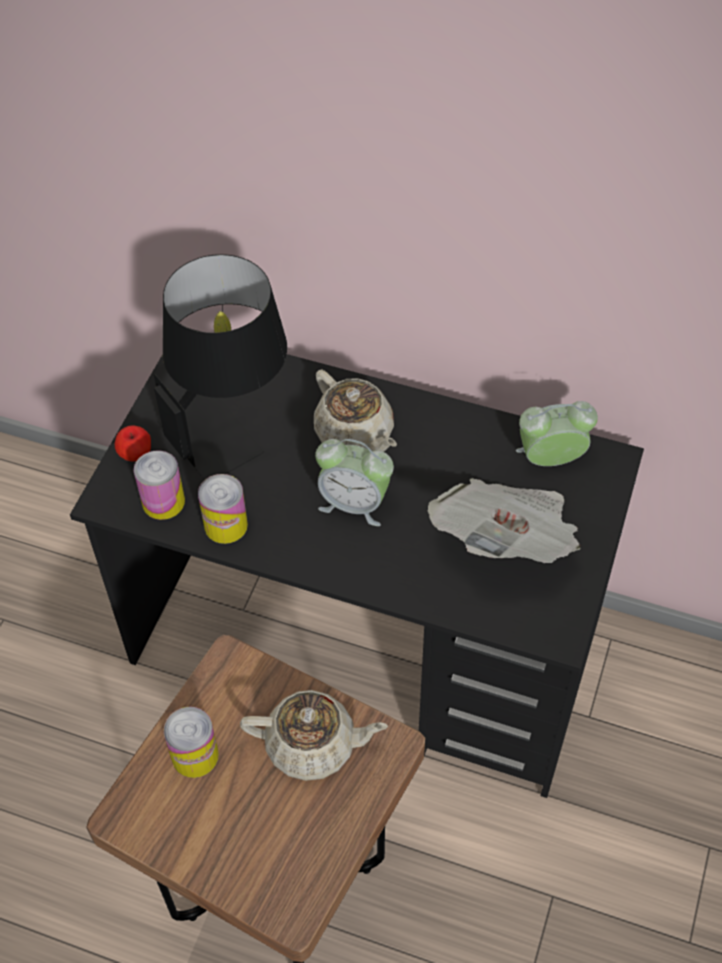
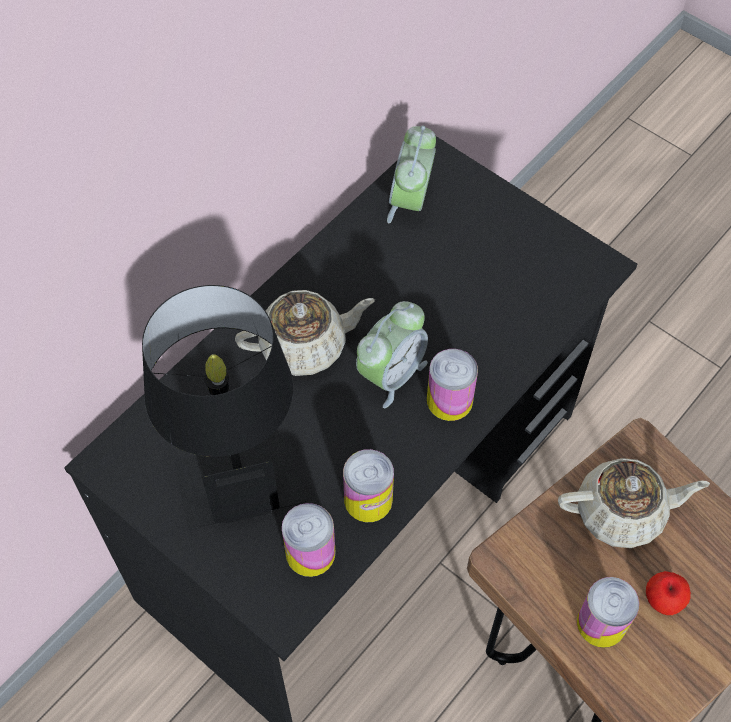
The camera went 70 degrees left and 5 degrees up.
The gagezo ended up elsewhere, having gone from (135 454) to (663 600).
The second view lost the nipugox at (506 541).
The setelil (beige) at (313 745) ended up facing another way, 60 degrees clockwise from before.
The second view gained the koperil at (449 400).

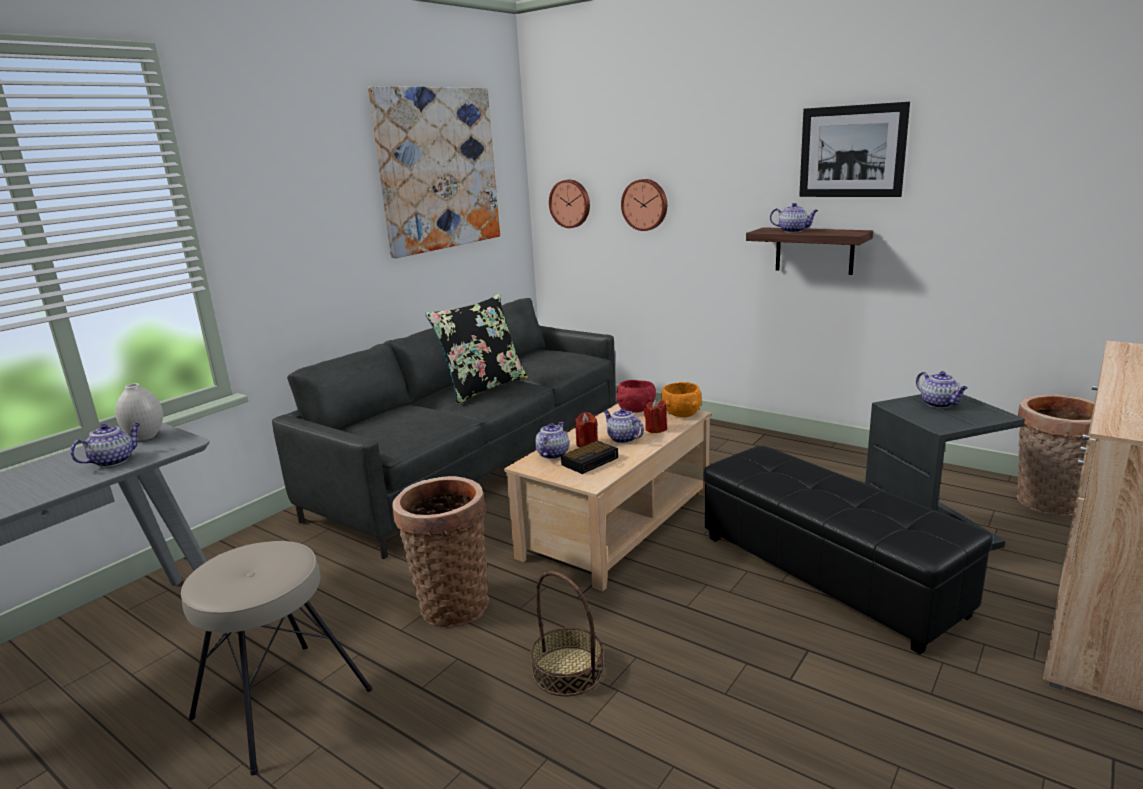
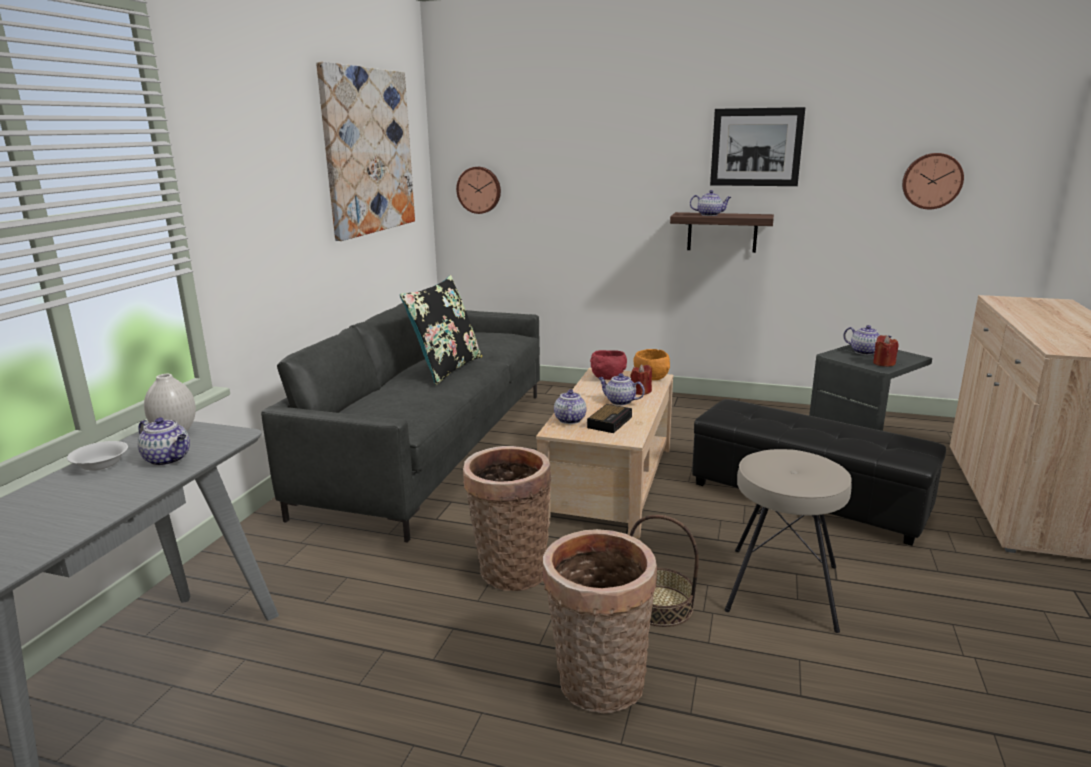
The camera went 20 degrees left and 0 degrees up.
The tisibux ended up elsewhere, having gone from (645 204) to (931 181).
The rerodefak ended up elsewhere, having gone from (1047 504) to (597 687).
The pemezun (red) ended up elsewhere, having gone from (587 444) to (883 363).
The setelil at (114 461) ended up facing another way, 105 degrees clockwise from before.
The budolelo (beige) ended up elsewhere, having gone from (280 703) to (781 587).
The second view gained the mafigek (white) at (101 465).

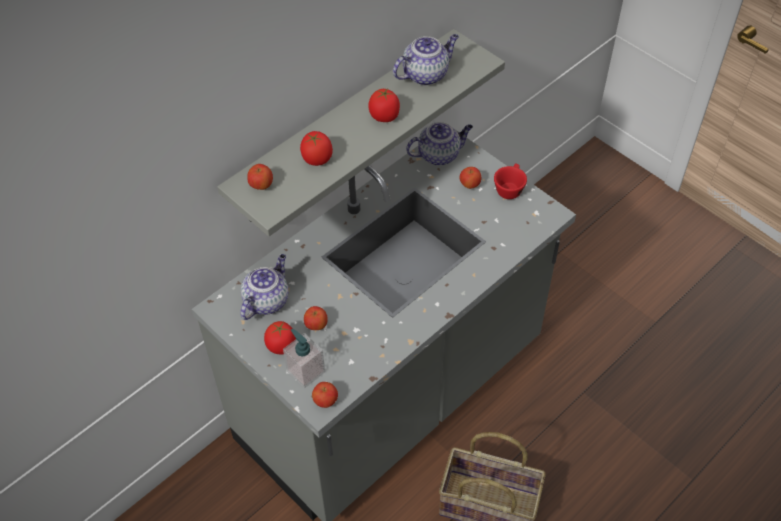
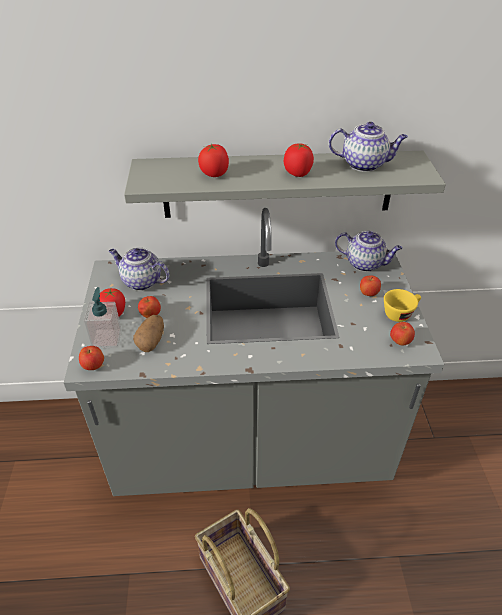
The camera went 40 degrees right and 10 degrees down.
What was the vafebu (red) at (509 188) turned into the vafebu (yellow) at (400 313).
The gagezo ended up elsewhere, having gone from (261 186) to (400 342).
The setelil at (266 300) ended up facing another way, 135 degrees counterclockwise from before.
The second view gained the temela at (151 341).

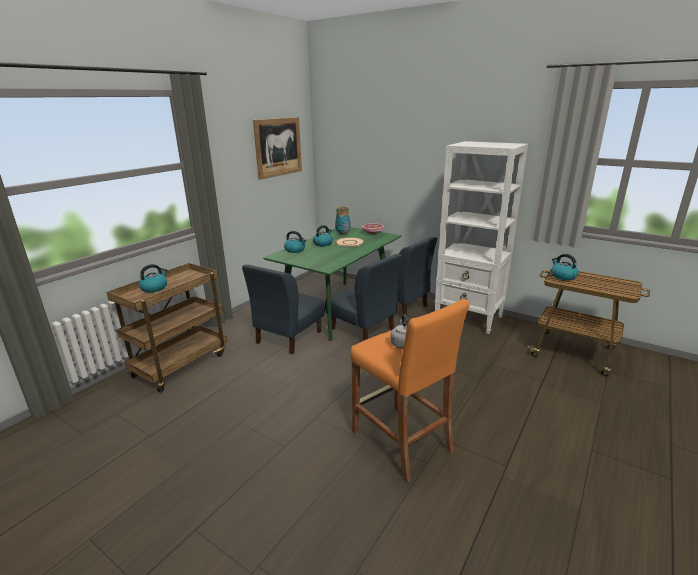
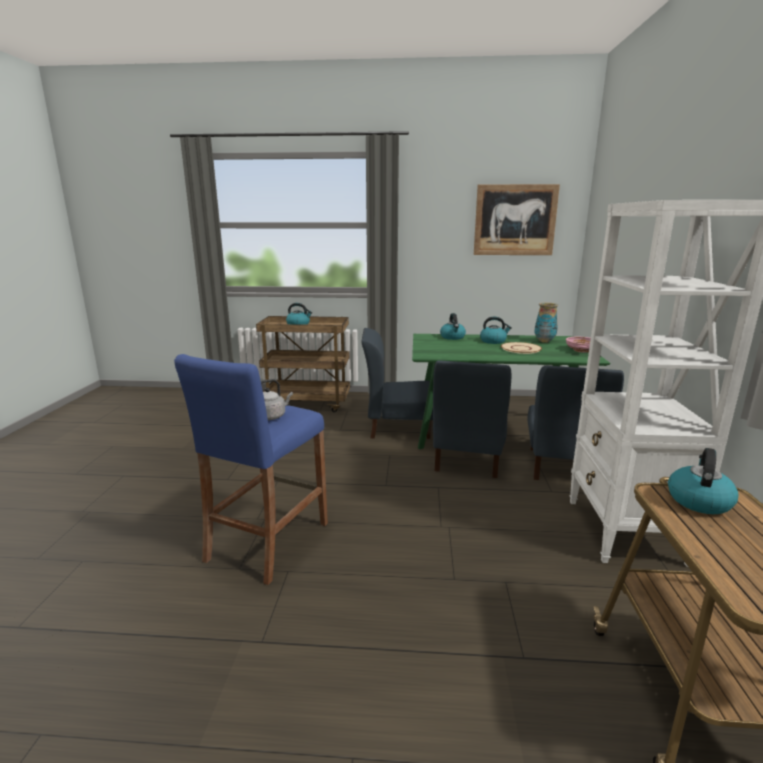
The camera went 60 degrees right and 5 degrees down.
What was the budolelo (orange) at (401 441) turned into the budolelo (blue) at (268 541).

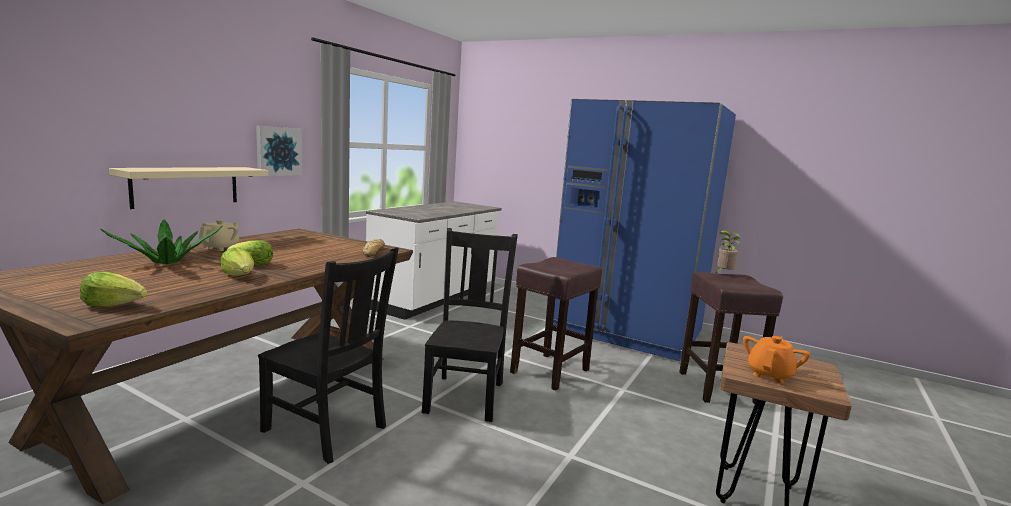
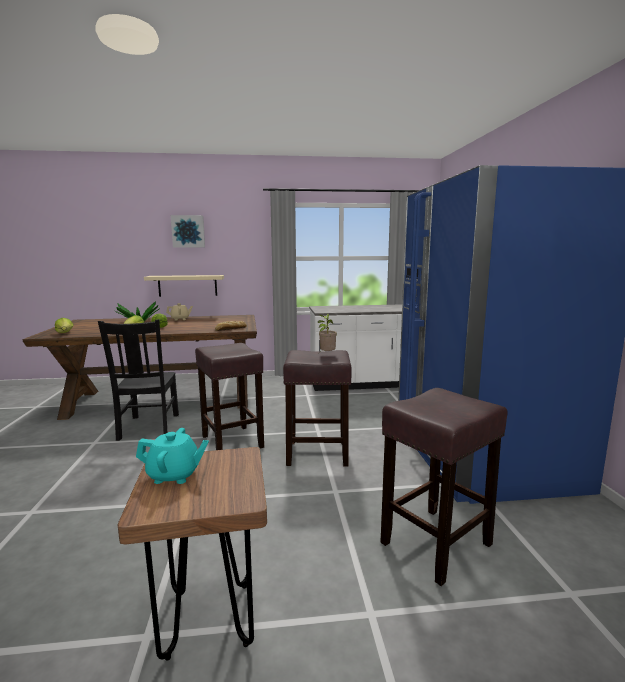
The camera went 55 degrees right and 0 degrees up.
The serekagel ended up elsewhere, having gone from (278 151) to (188 231).
Where the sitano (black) stood at (466 395), the budolelo (brown) came to stand at (233 442).
The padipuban ended up elsewhere, having gone from (723 274) to (326 355).
What was the setelil (orange) at (770 375) turned into the setelil (turquoise) at (174 475).

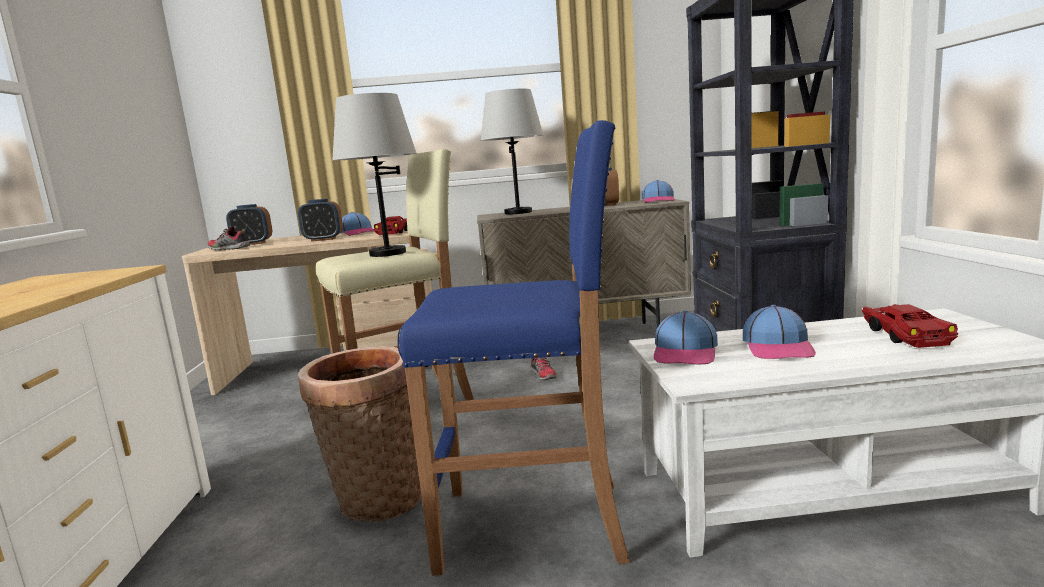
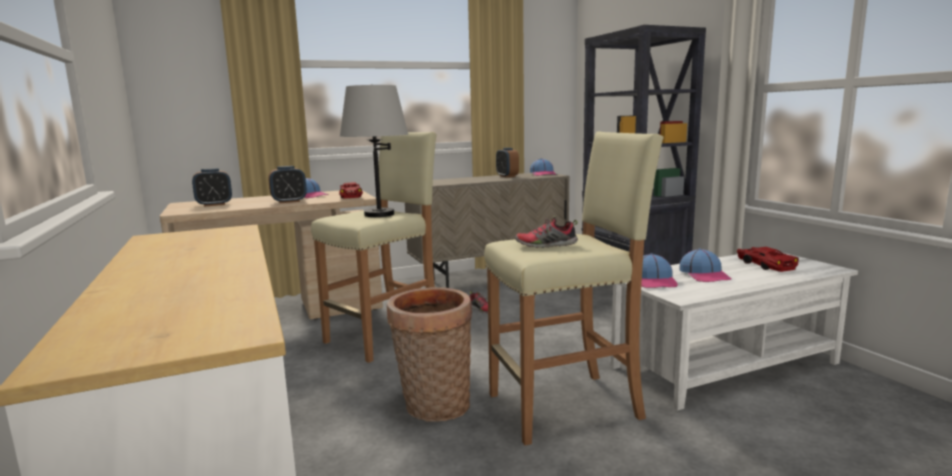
The camera went 20 degrees left and 0 degrees up.
The second view lost the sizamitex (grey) at (518 212).
What was the budolelo (blue) at (534 525) turned into the budolelo (beige) at (566 406).
The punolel ended up elsewhere, having gone from (228 249) to (546 245).

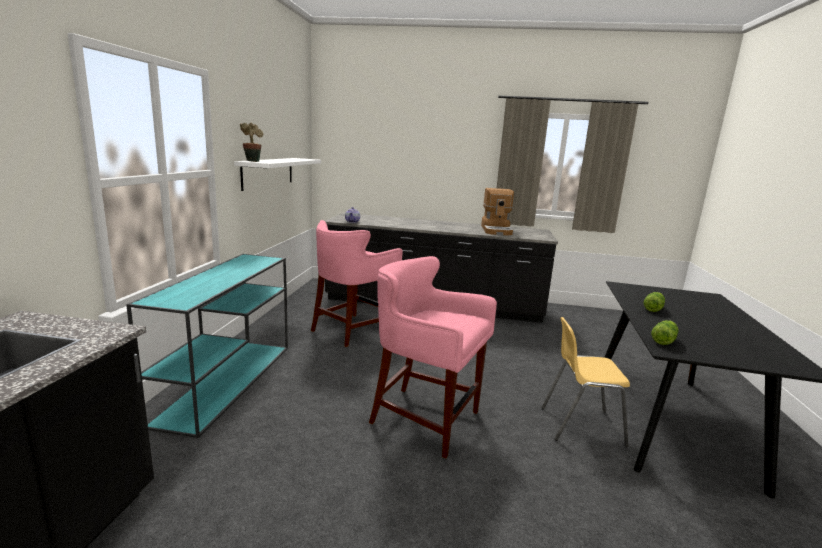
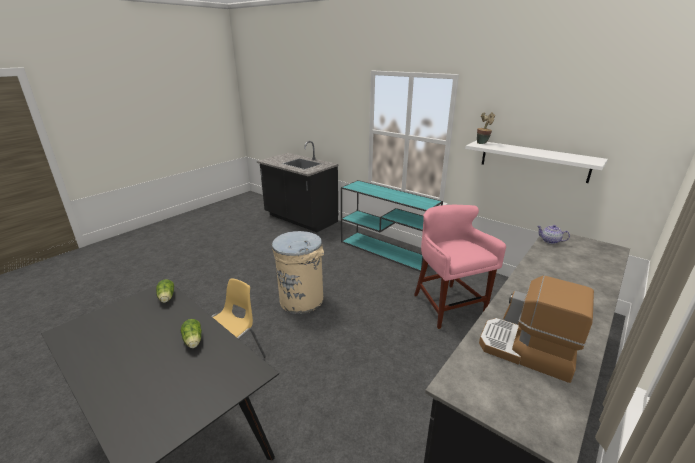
The camera went 120 degrees right and 10 degrees up.
Where the budolelo (pink) stood at (425 419), the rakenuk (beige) came to stand at (301 300).

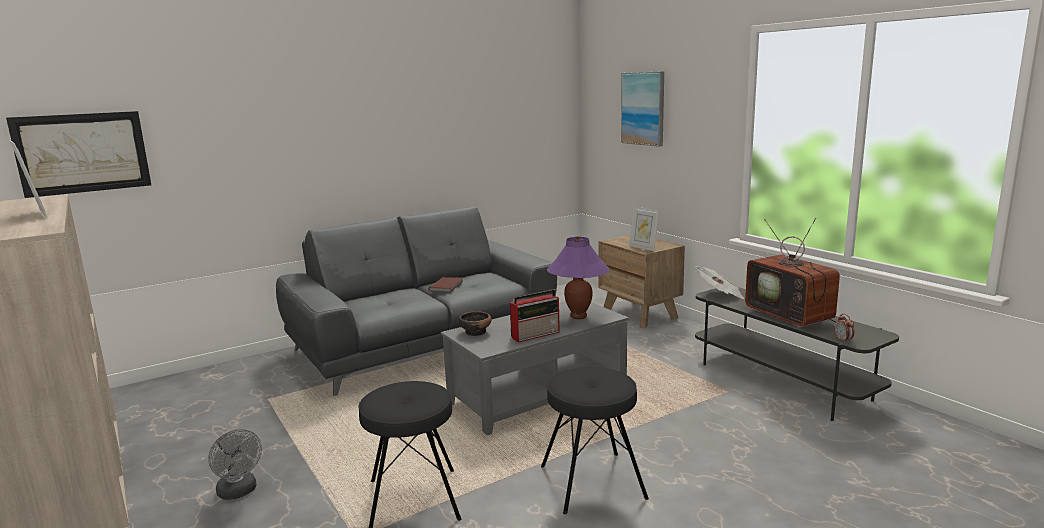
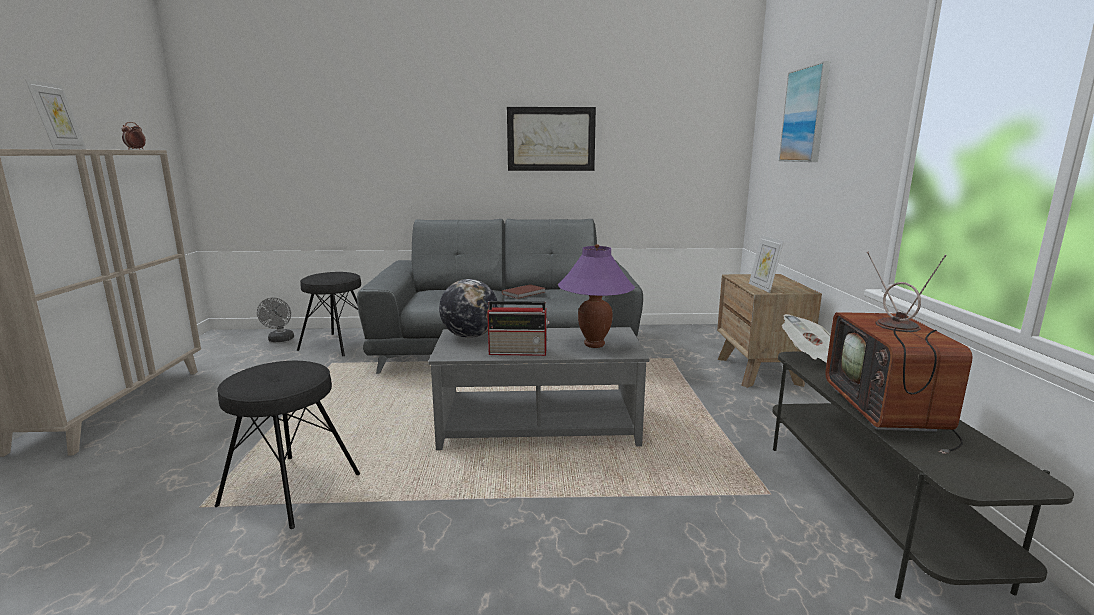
The camera went 30 degrees right and 0 degrees up.
The serekagel ended up elsewhere, having gone from (82 153) to (551 139).
Where the mafigek stood at (475 332), the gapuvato came to stand at (469 336).
The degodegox ended up elsewhere, having gone from (843 340) to (135 149).
The budolelo (black) ended up elsewhere, having gone from (592 482) to (338 344).
The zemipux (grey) ended up elsewhere, having gone from (239 492) to (280 340).

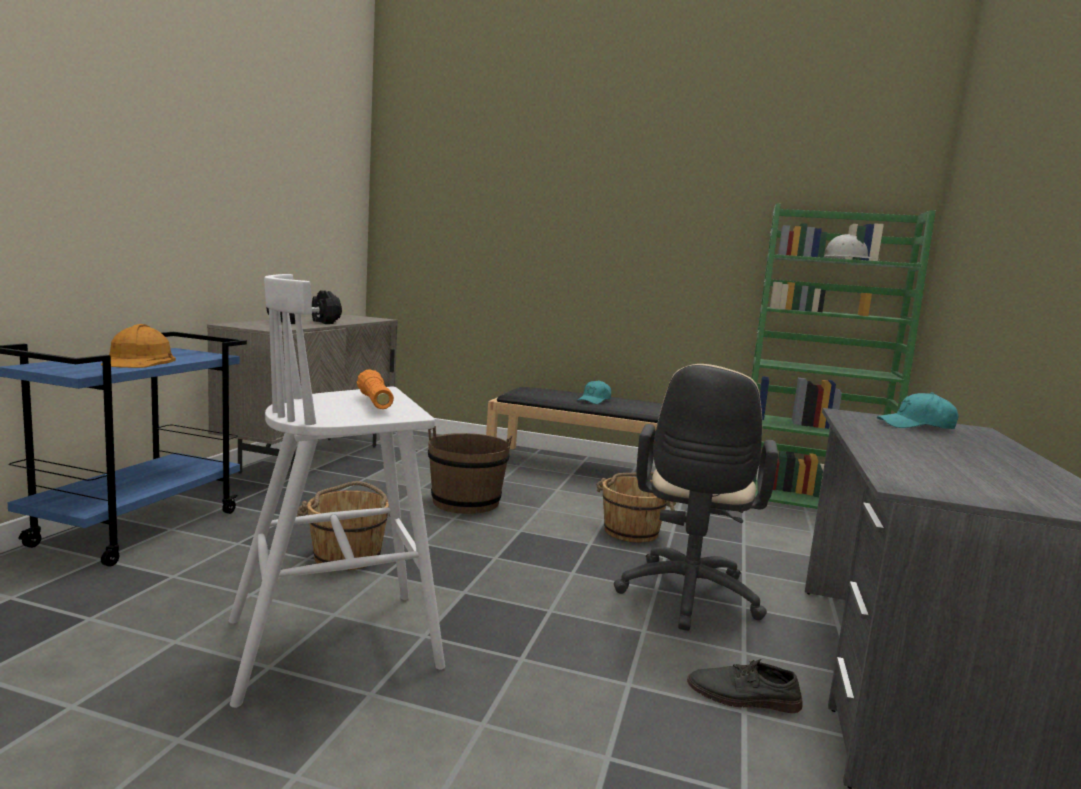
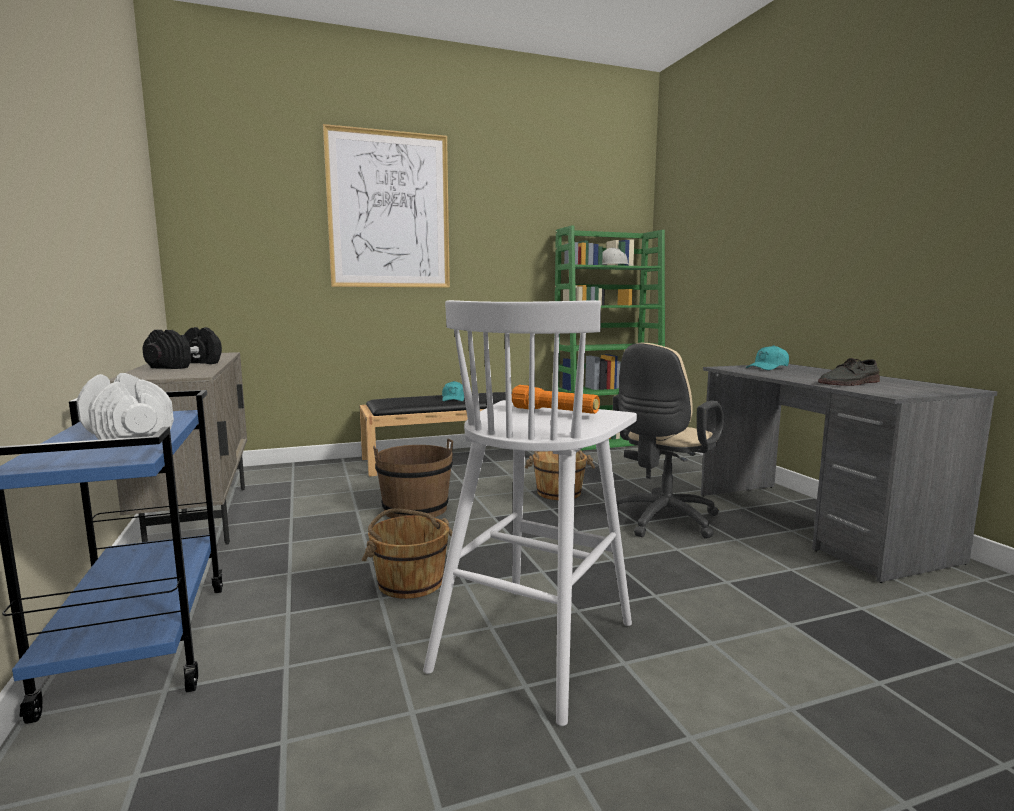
The camera went 35 degrees left and 0 degrees up.
Where the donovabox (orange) stood at (138 361), the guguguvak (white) came to stand at (128 434).
The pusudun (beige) at (687 598) ended up facing another way, 60 degrees clockwise from before.
The punolel (grey) ended up elsewhere, having gone from (743 697) to (849 383).
The second view gained the serekagel at (389 211).

